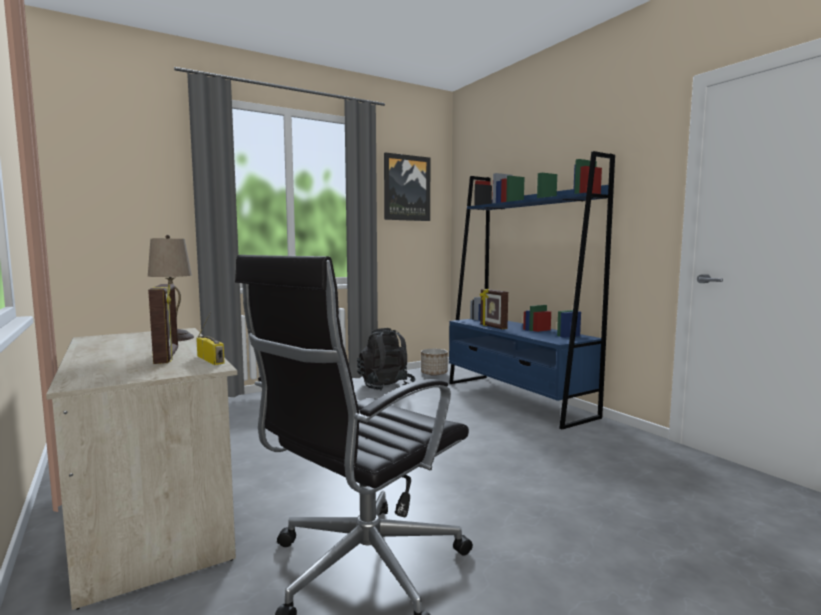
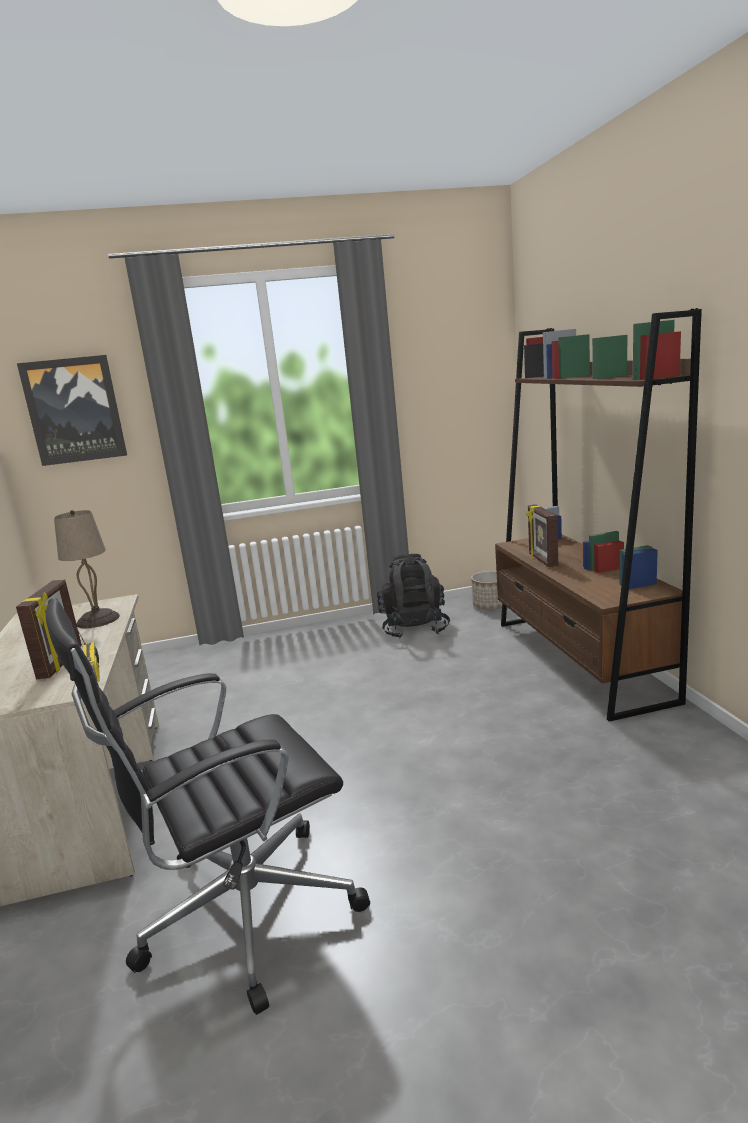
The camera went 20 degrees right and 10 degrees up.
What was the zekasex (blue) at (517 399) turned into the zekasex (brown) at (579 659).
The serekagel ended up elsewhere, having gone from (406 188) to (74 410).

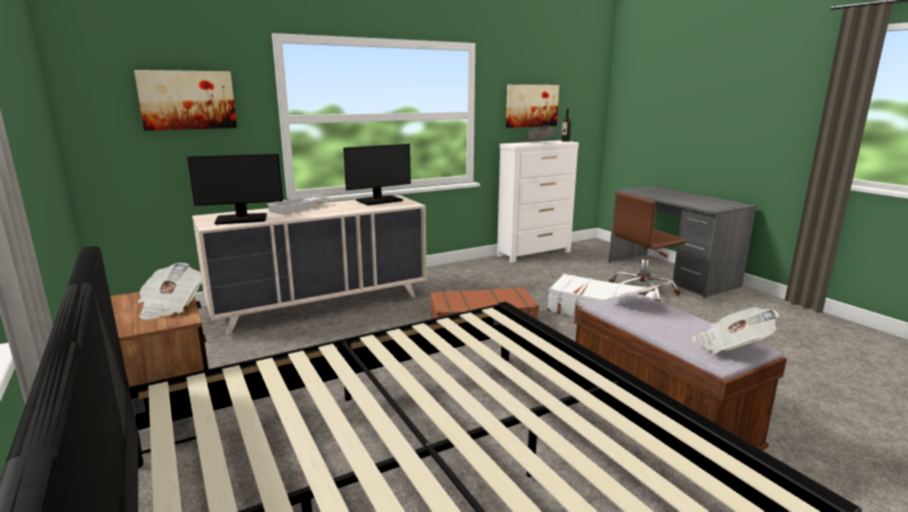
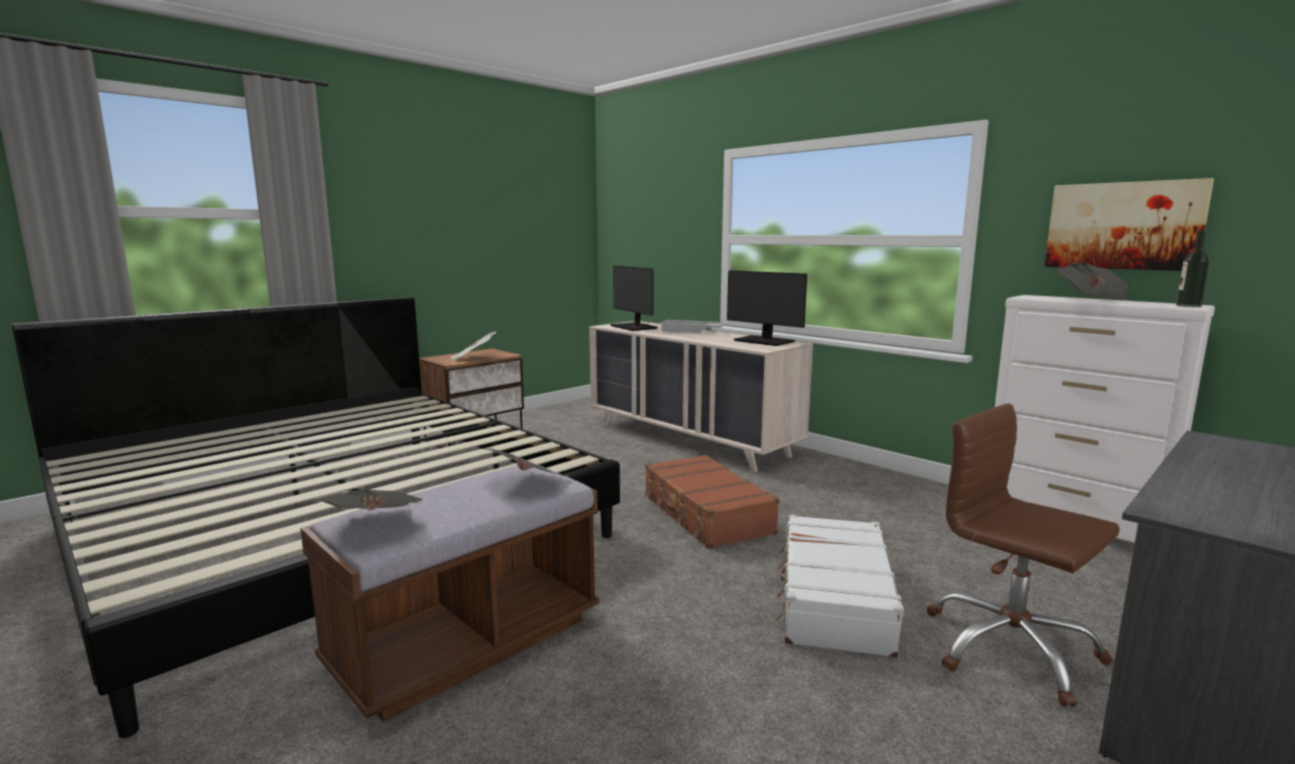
The camera went 75 degrees right and 5 degrees down.
The second view lost the serekagel at (187 100).

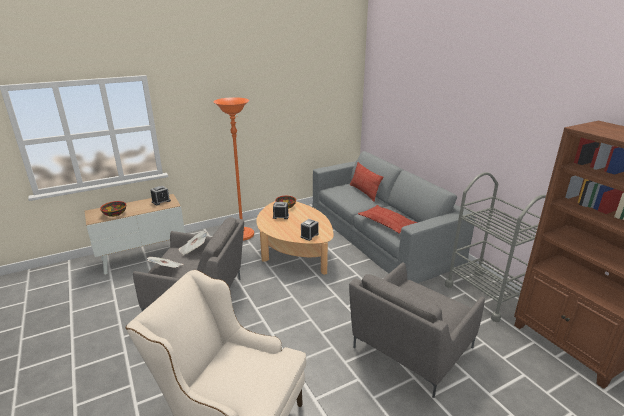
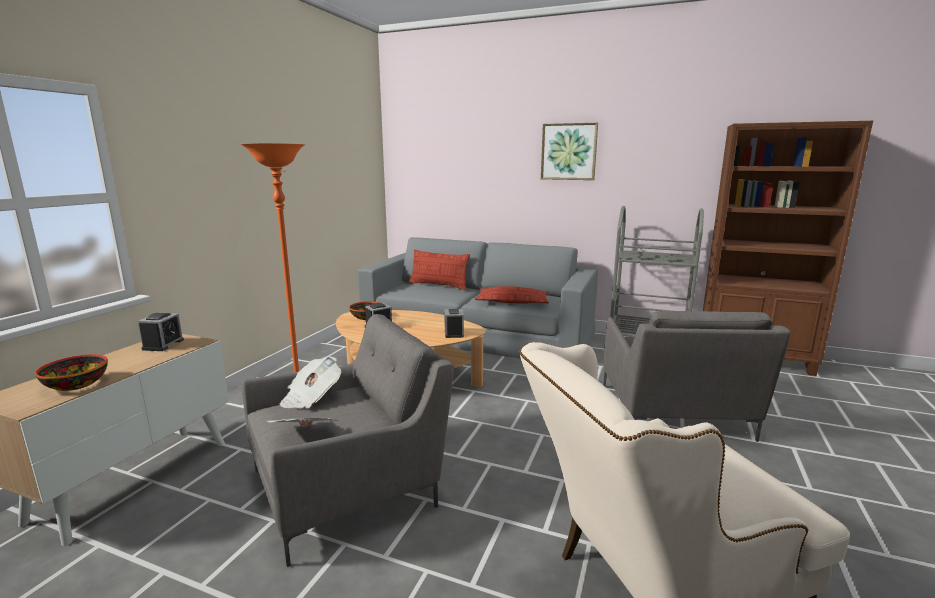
The camera went 40 degrees left and 10 degrees down.
The second view gained the serekagel at (568 152).

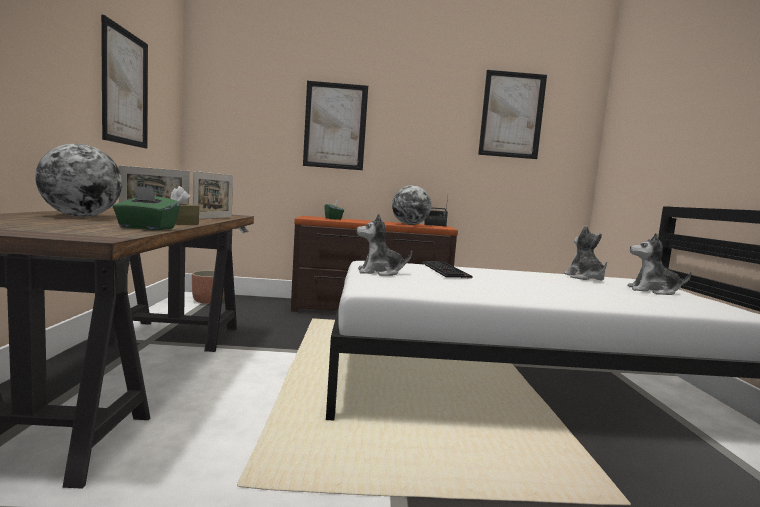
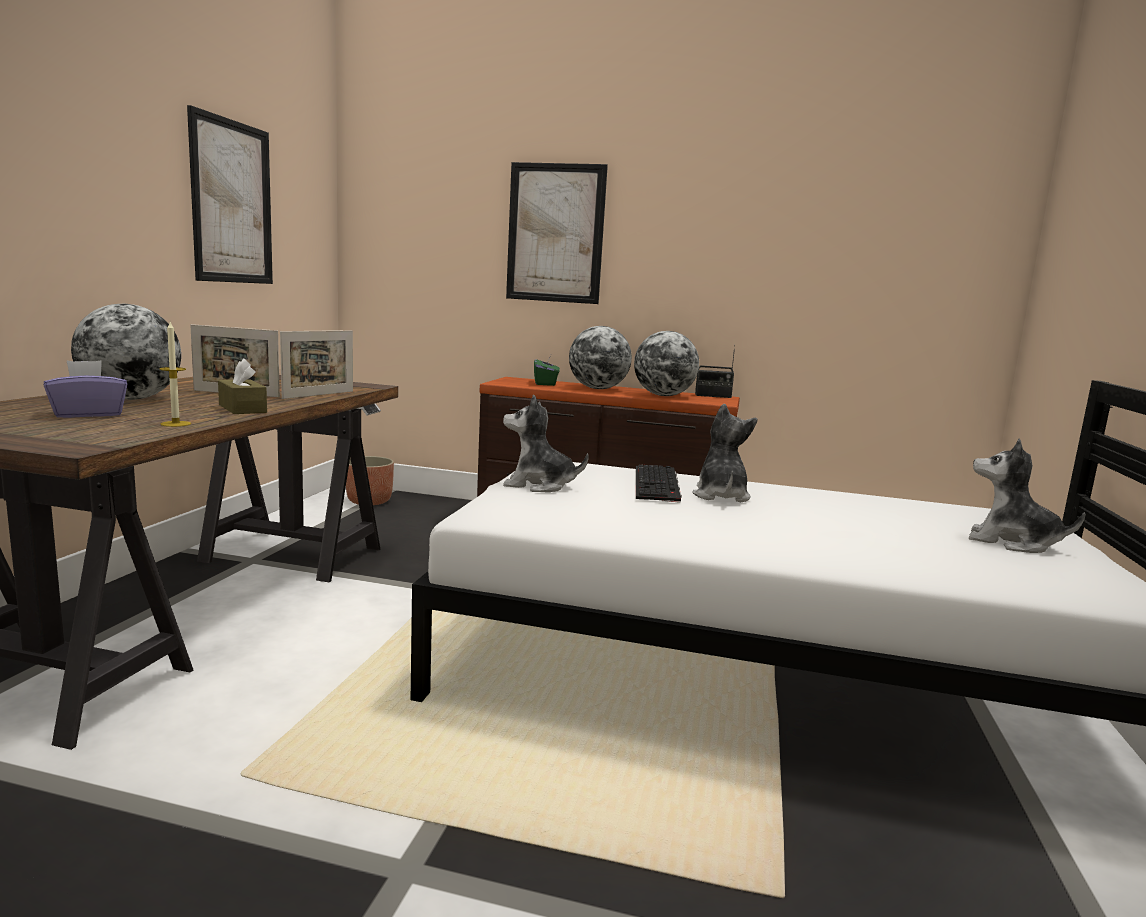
The camera went 15 degrees right and 5 degrees up.
The second view lost the serekagel at (512 115).
Where the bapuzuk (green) stood at (146 228), the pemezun came to stand at (175 424).
The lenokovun ended up elsewhere, having gone from (584 278) to (720 496).
The second view gained the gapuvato at (598 389).
The second view gained the bapuzuk (purple) at (88 414).

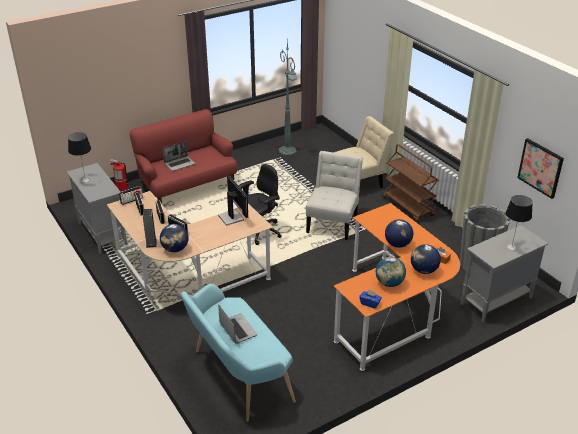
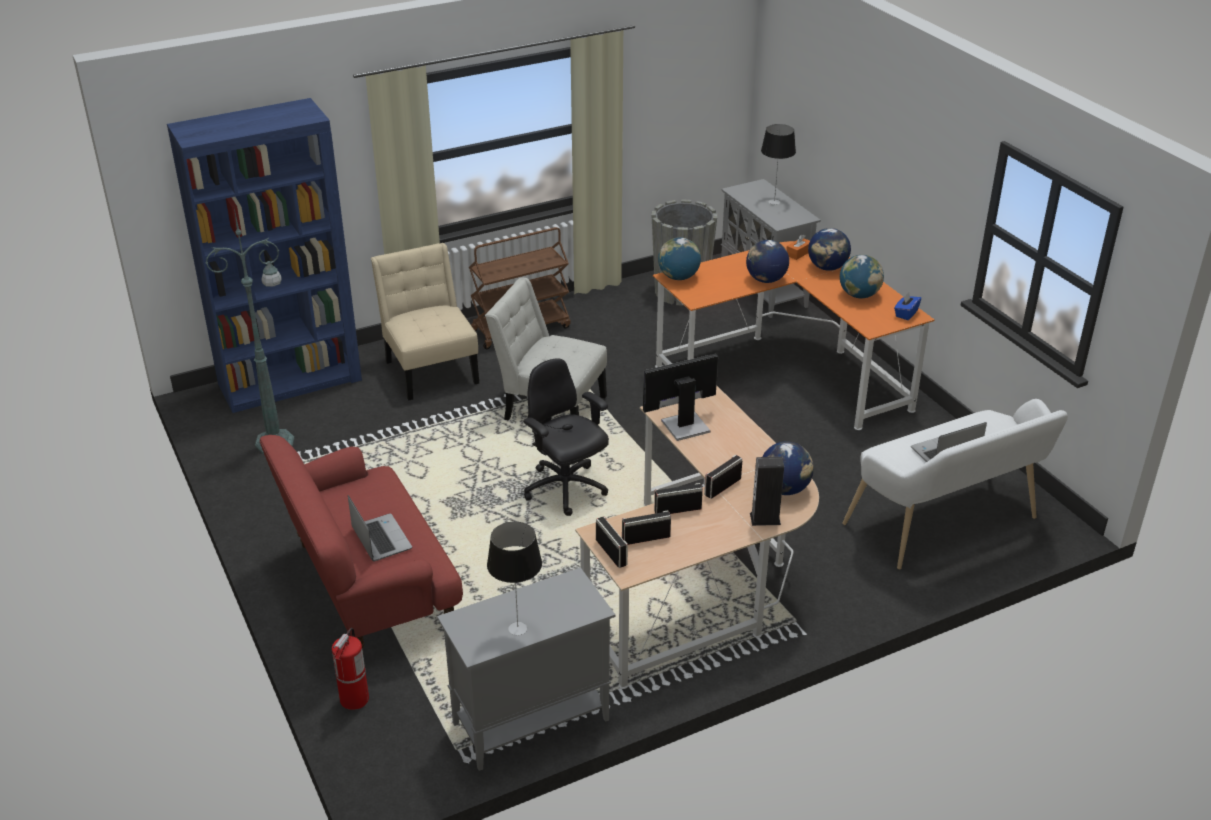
The camera went 85 degrees left and 0 degrees up.
The second view lost the serekagel at (540 168).
What was the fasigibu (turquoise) at (238 376) turned into the fasigibu (white) at (947 525).
The second view gained the zekasex (blue) at (291 382).
The second view gained the gapuvato at (678 277).

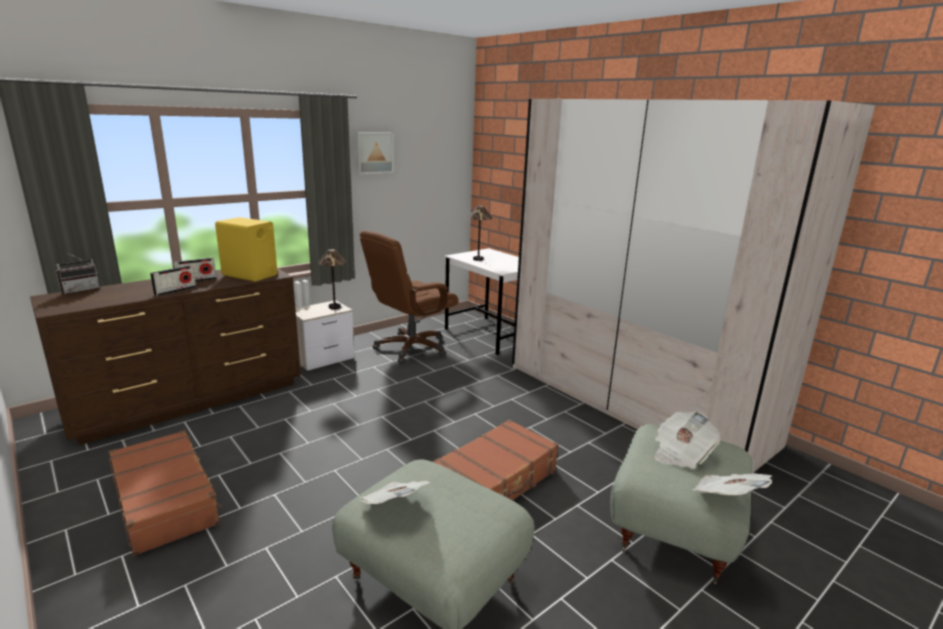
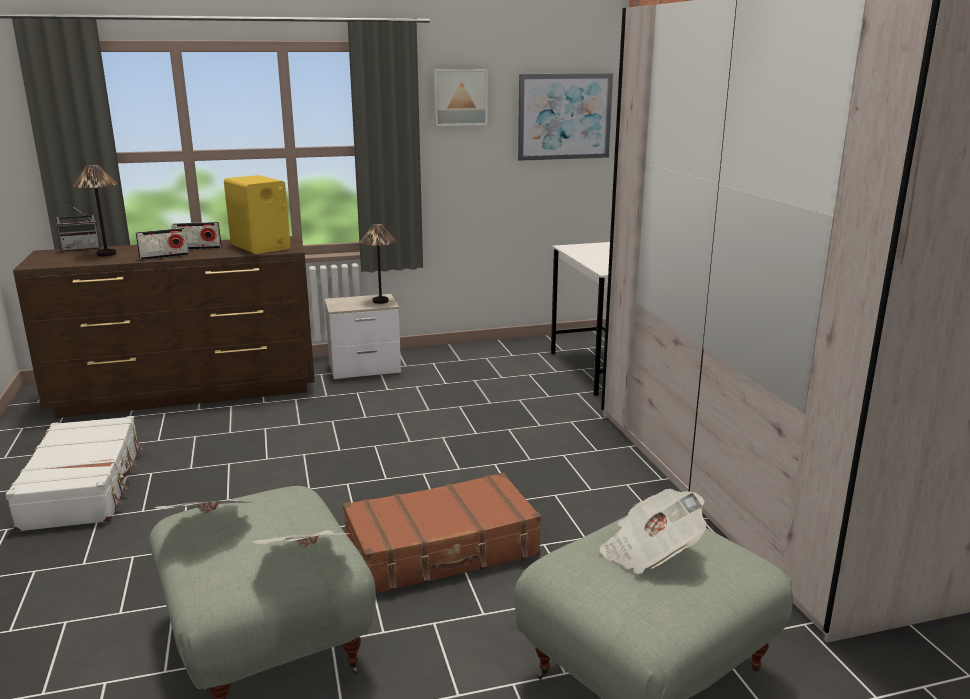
The camera went 25 degrees right and 0 degrees up.
The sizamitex ended up elsewhere, having gone from (478 259) to (107 254).
The second view lost the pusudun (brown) at (411 348).
What was the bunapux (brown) at (166 500) turned into the bunapux (white) at (84 487).
The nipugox ended up elsewhere, having gone from (726 498) to (307 559).
The second view gained the serekagel at (564 116).

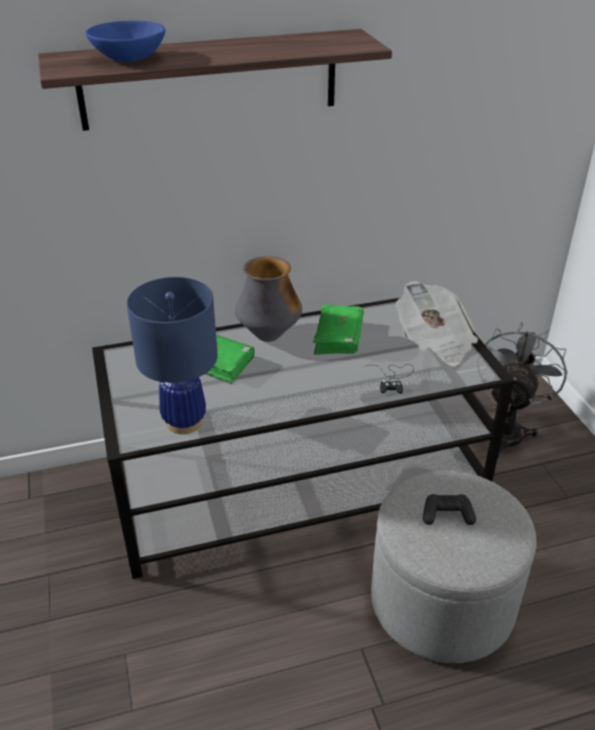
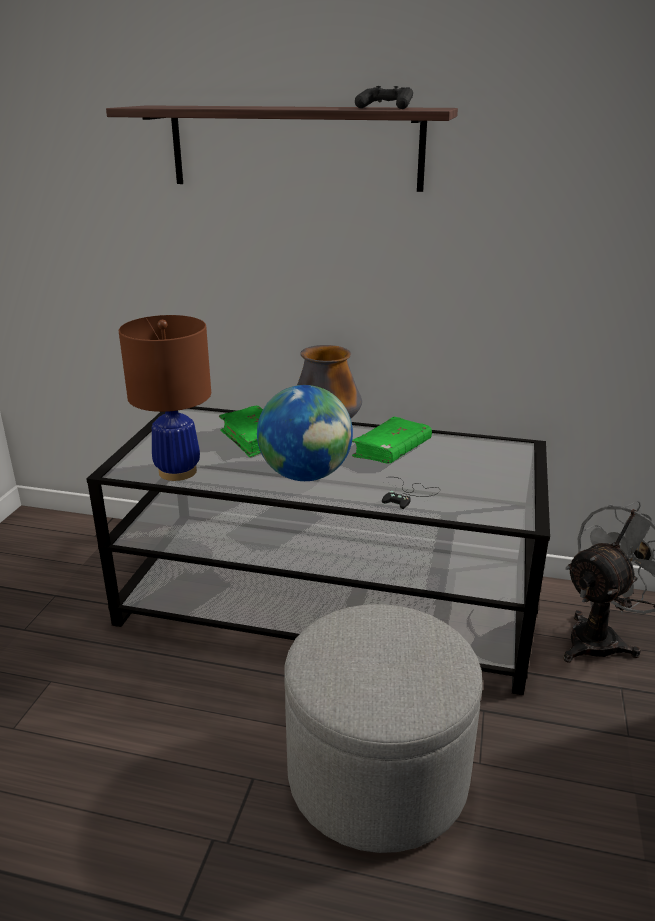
The camera went 30 degrees right and 10 degrees down.
The second view lost the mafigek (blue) at (128 58).
What was the sizamitex (blue) at (185 422) turned into the sizamitex (brown) at (178 472).
The second view lost the nipugox at (434 342).
The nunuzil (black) ended up elsewhere, having gone from (447 515) to (386 108).
The second view gained the gapuvato at (305 475).

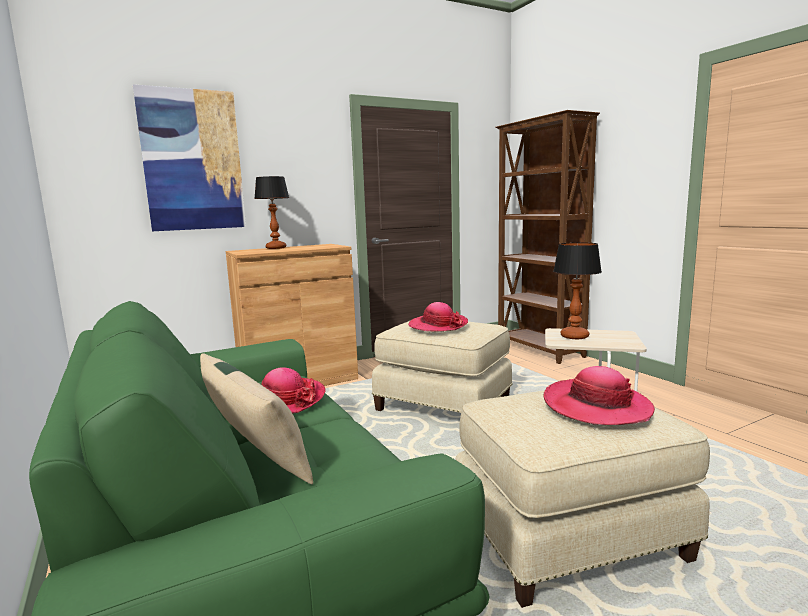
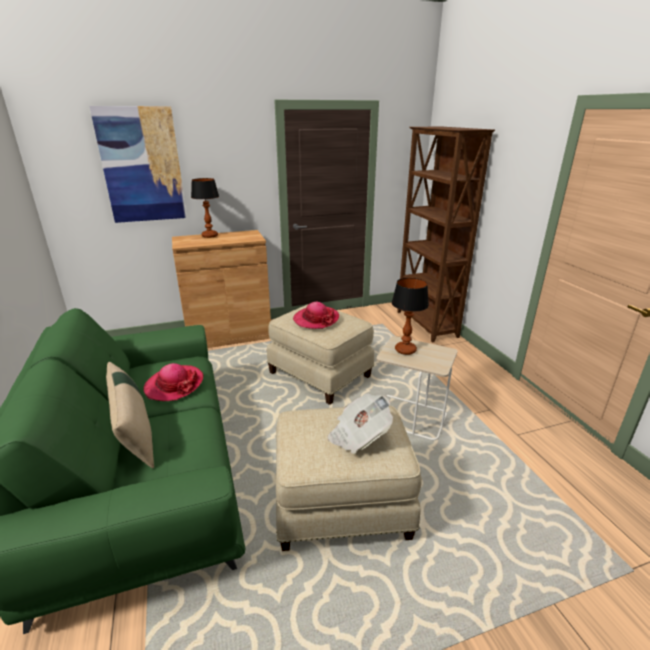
The camera went 10 degrees right and 15 degrees up.
Where the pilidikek stood at (596 406), the nipugox came to stand at (358 435).

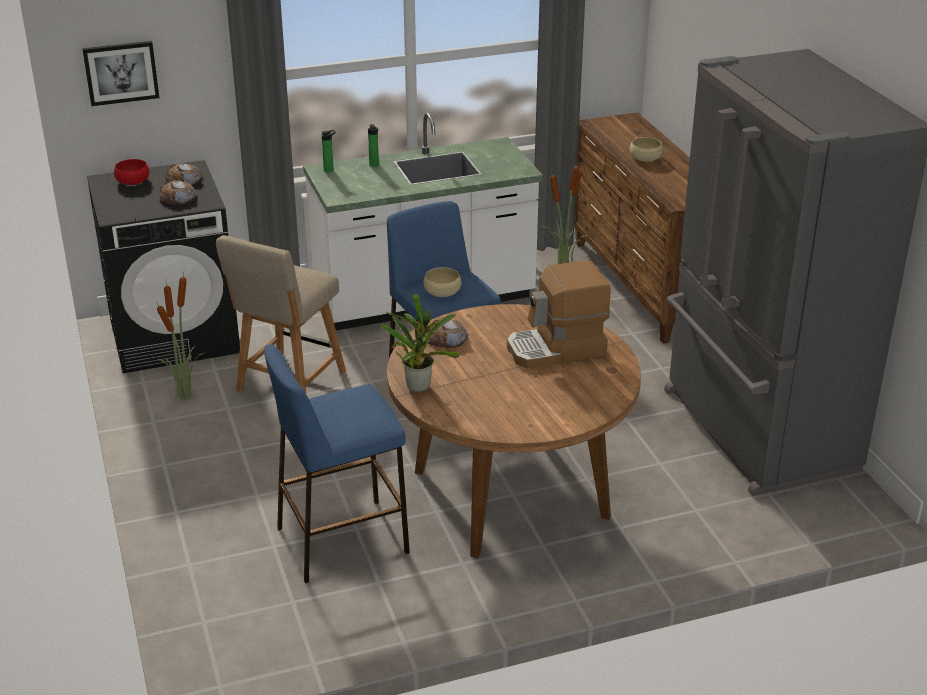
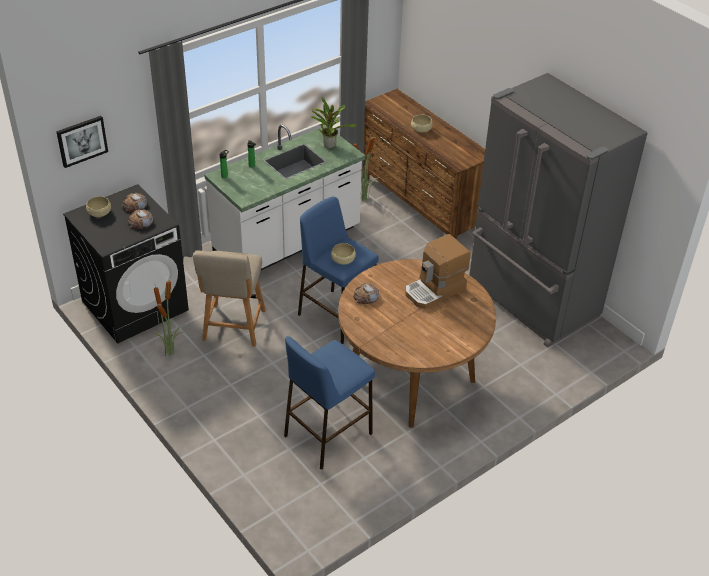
The camera went 20 degrees left and 10 degrees up.
What was the mafigek (red) at (133 181) turned into the mafigek (beige) at (99 212).
The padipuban ended up elsewhere, having gone from (419 385) to (329 144).

